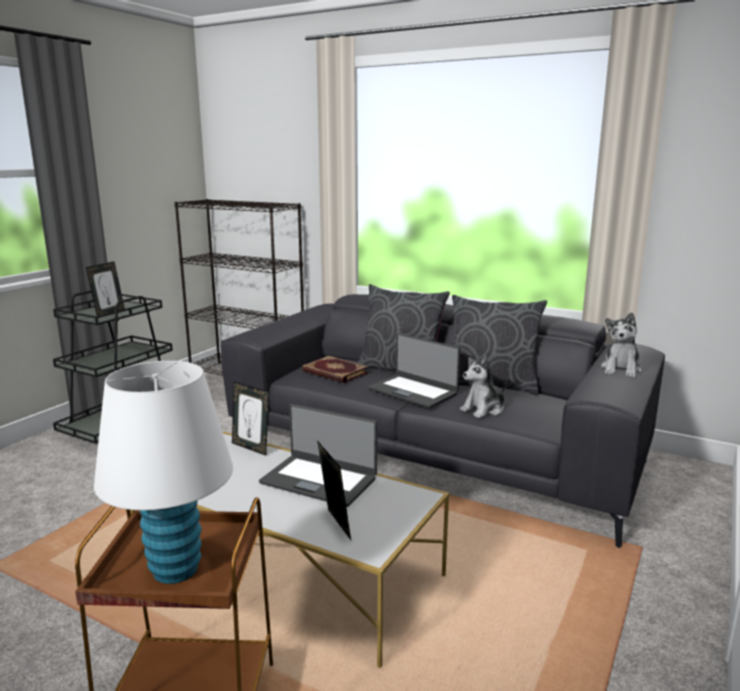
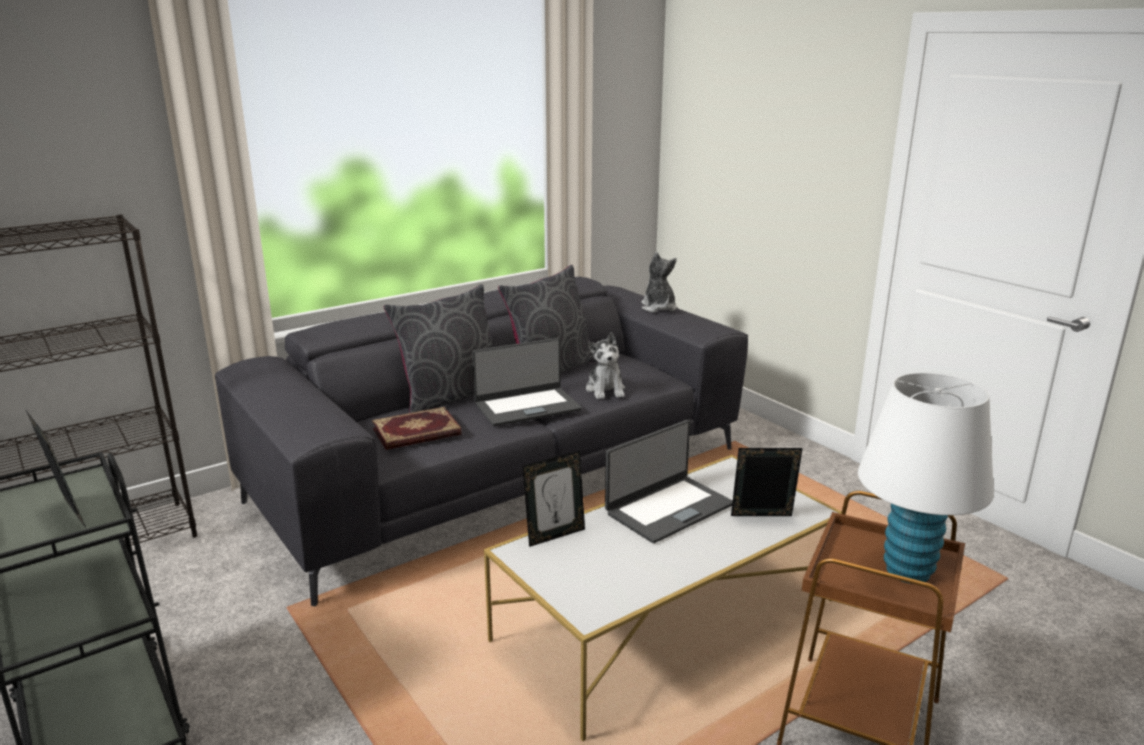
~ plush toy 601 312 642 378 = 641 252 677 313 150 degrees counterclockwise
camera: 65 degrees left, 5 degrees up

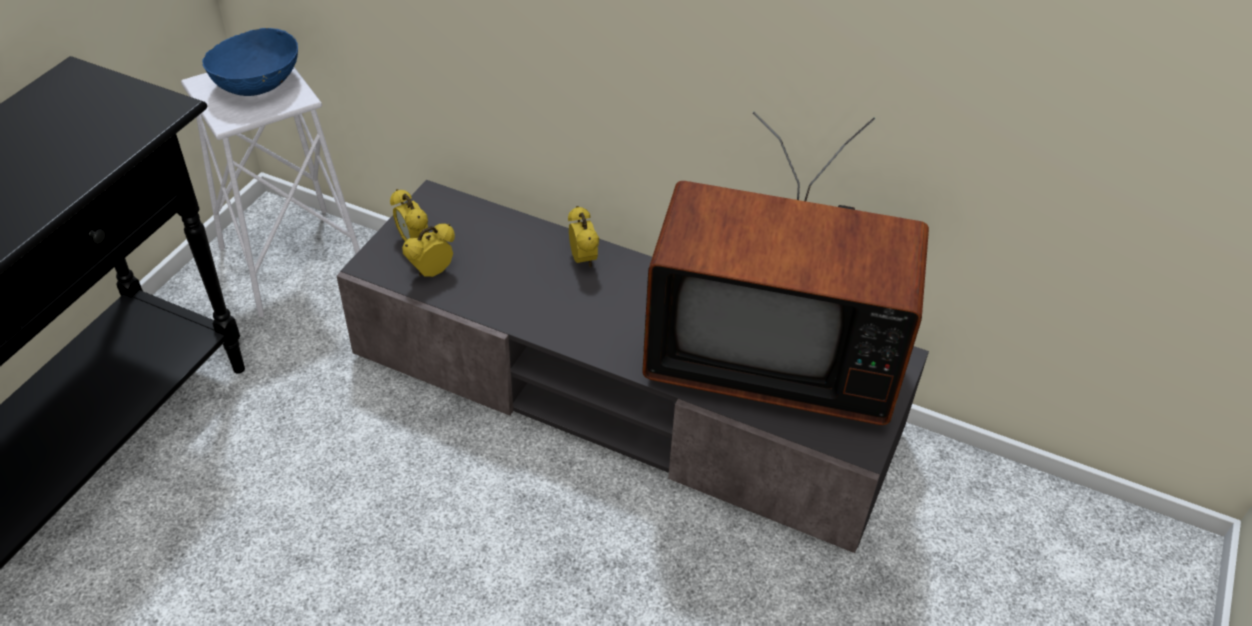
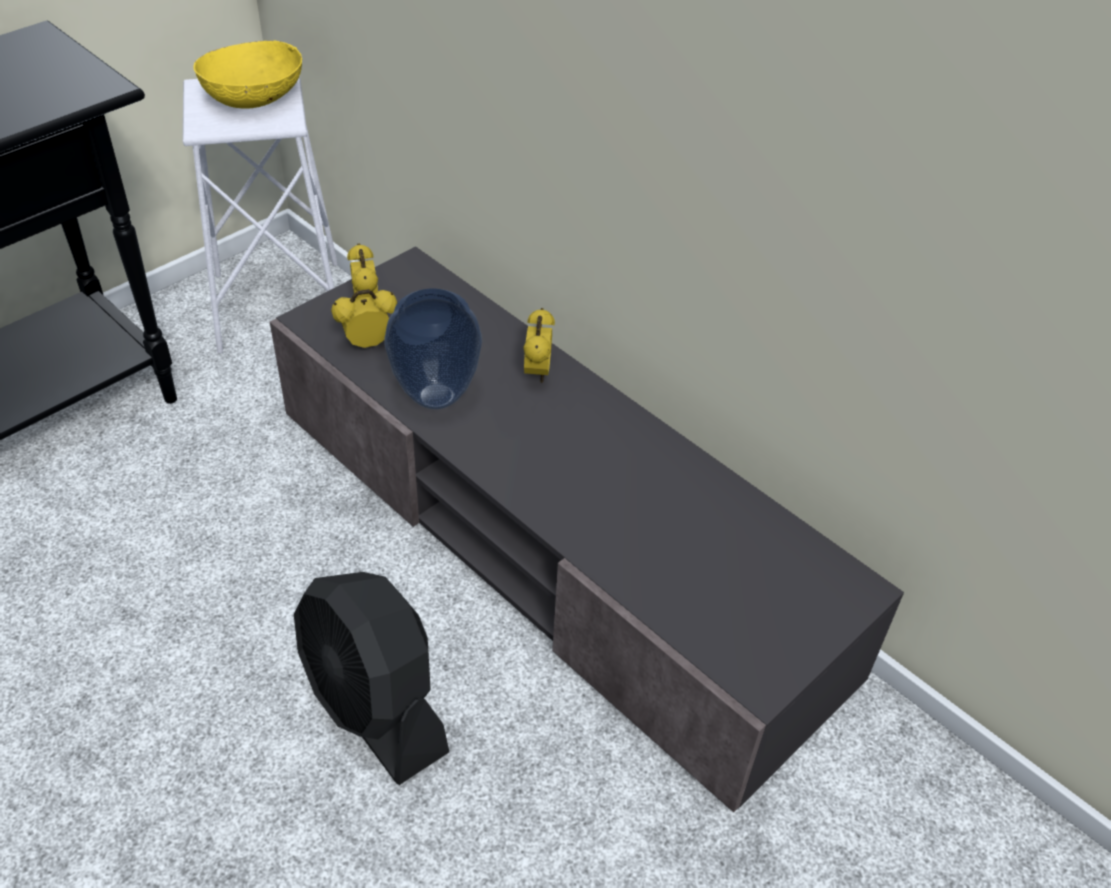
~ blue bowl 202 28 298 96 to yellowish bowl 193 40 302 109
- TV set 642 112 929 425
+ decorative vase 384 288 482 410
+ black-coloured cooling fan 294 572 449 785
camera: 20 degrees right, 0 degrees up

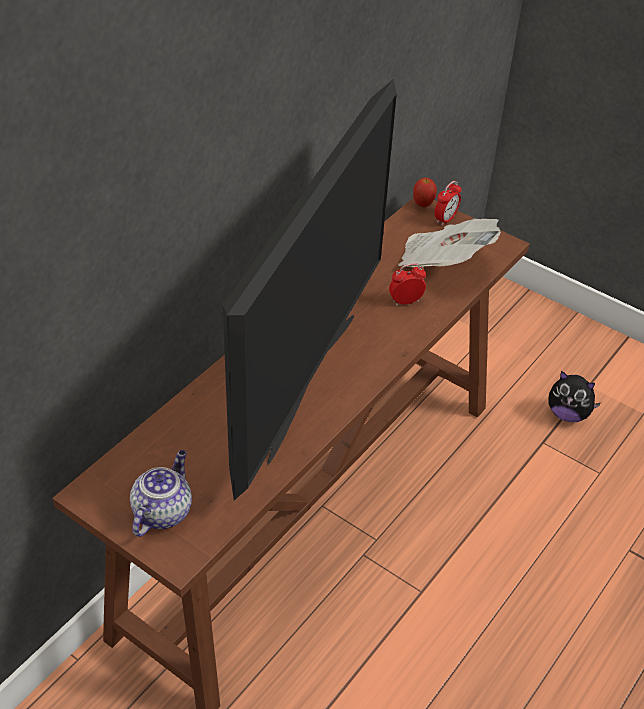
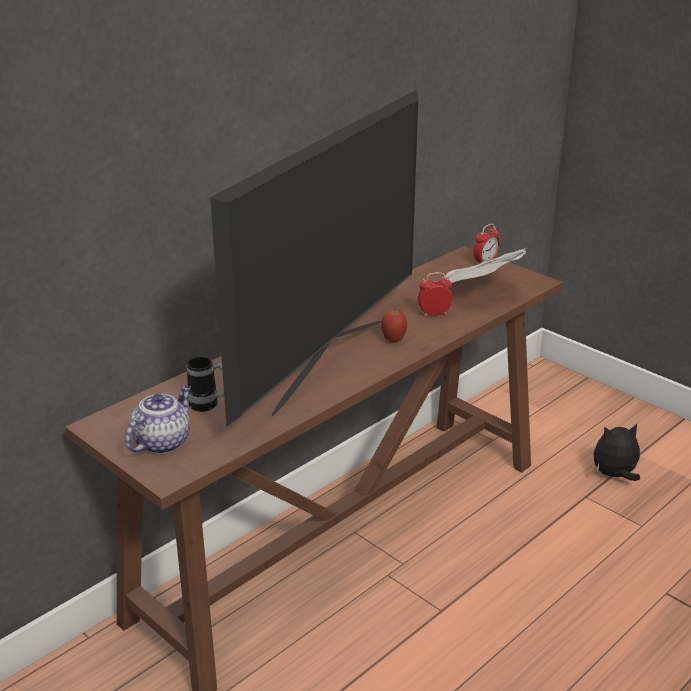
~ whole apple 413 177 437 207 to 381 309 407 343
~ plush toy 549 371 601 422 = 593 424 640 481 135 degrees clockwise
+ mug 186 356 224 412
camera: 10 degrees right, 15 degrees down

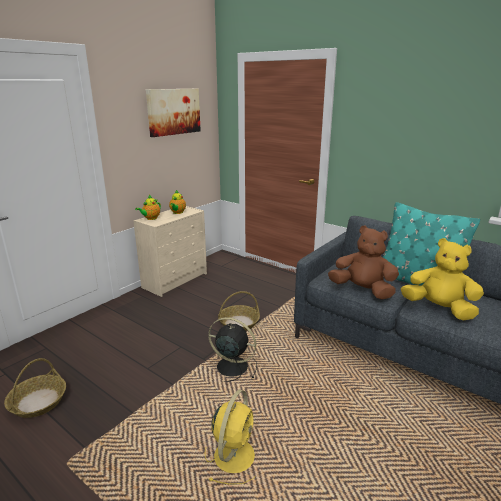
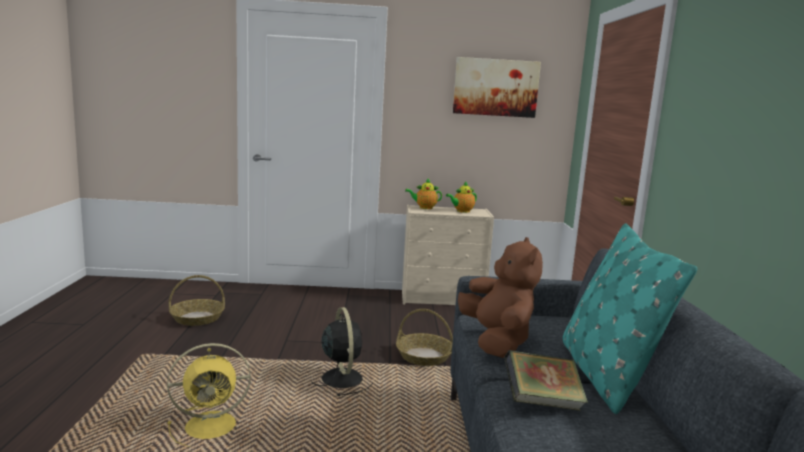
~ yellowish plush toy 401 238 484 321 to book 504 350 588 411
camera: 50 degrees right, 10 degrees down

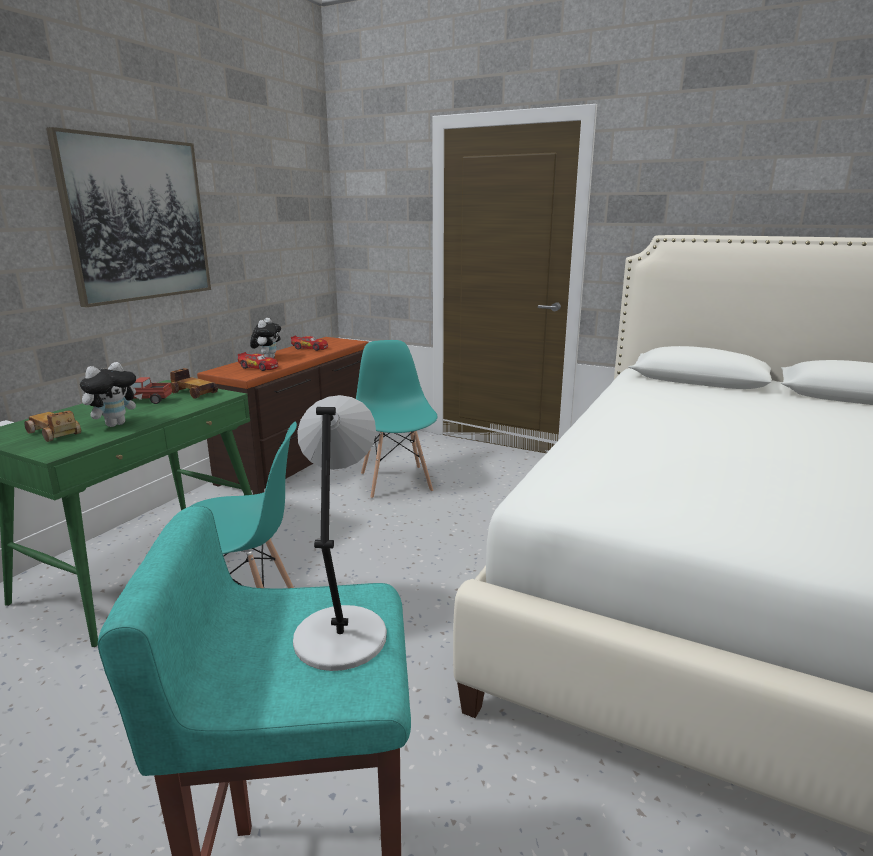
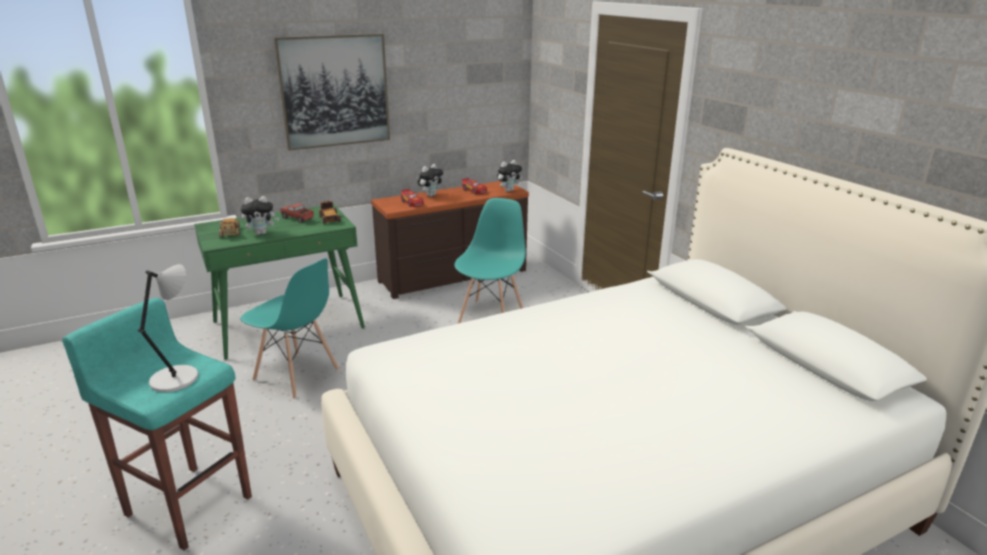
+ plush toy 497 160 522 192
camera: 35 degrees right, 5 degrees up

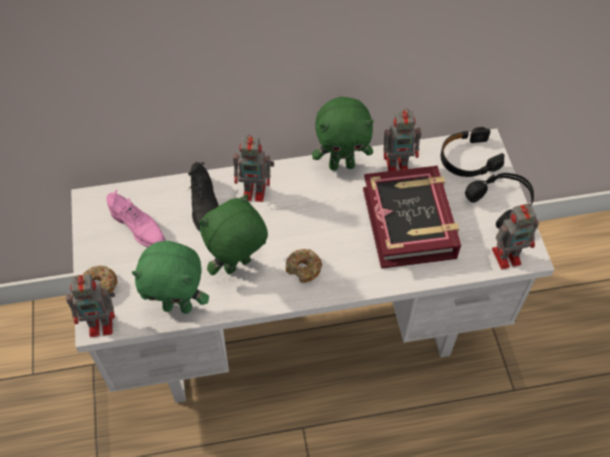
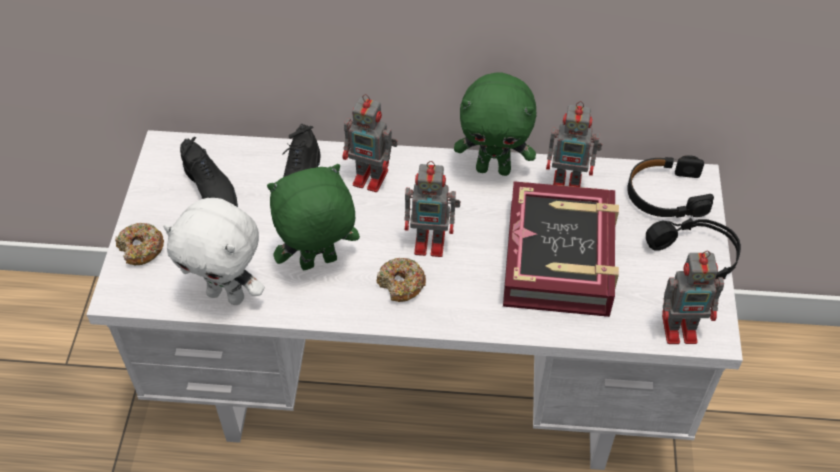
~ pinkish low shoe 107 190 166 247 to black-coloured low shoe 180 137 238 207
~ green plush toy 132 241 209 314 to whitish plush toy 163 198 265 305
~ model robot 66 274 115 337 to 404 161 460 257
camera: 15 degrees right, 5 degrees down

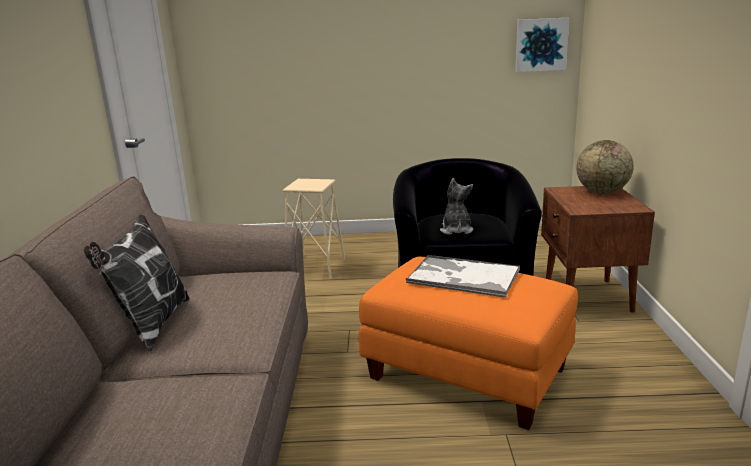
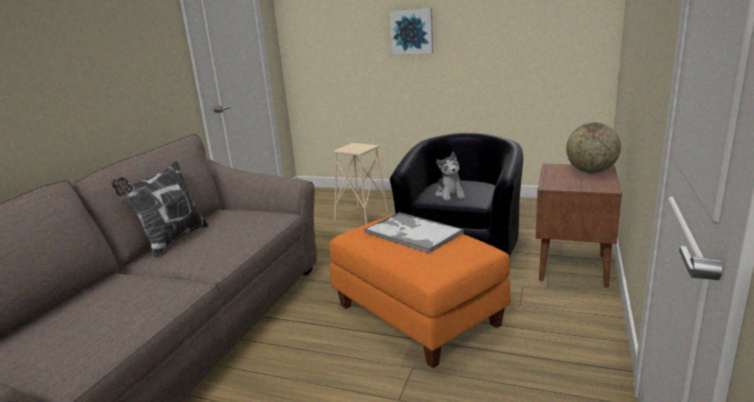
~ wall art 515 18 569 72 to 390 8 433 55
~ plush toy 440 178 473 235 = 436 152 465 201 150 degrees clockwise
camera: 20 degrees right, 0 degrees up

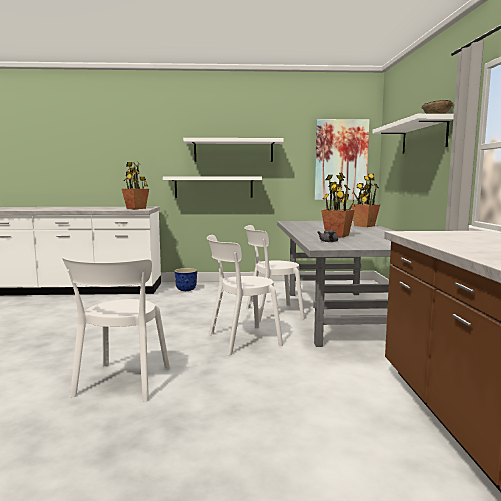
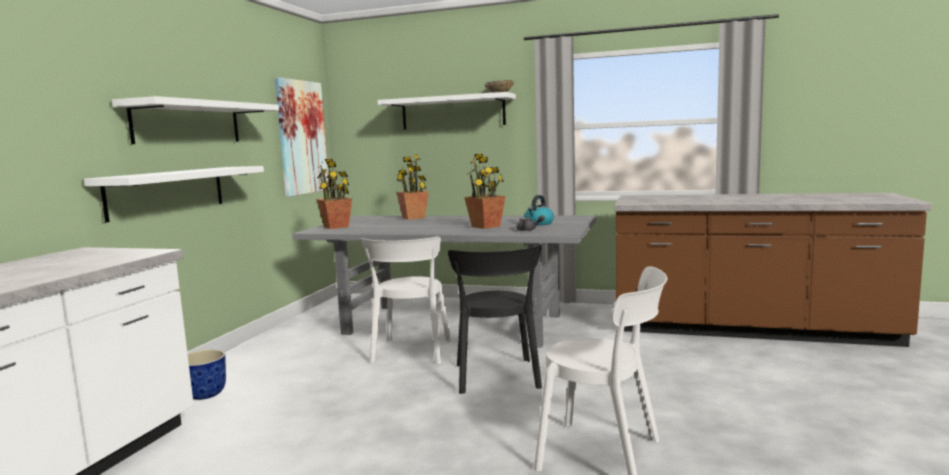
~ potted plant 122 161 149 209 to 316 159 352 229
~ whitish chair 207 235 283 355 to black-coloured chair 448 245 542 394
+ water kettle 524 195 554 225
camera: 70 degrees left, 0 degrees up

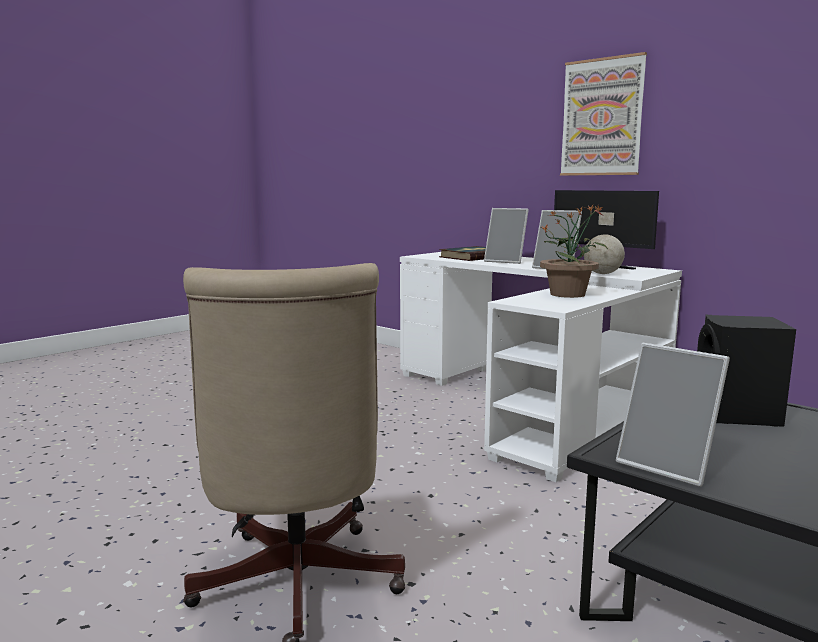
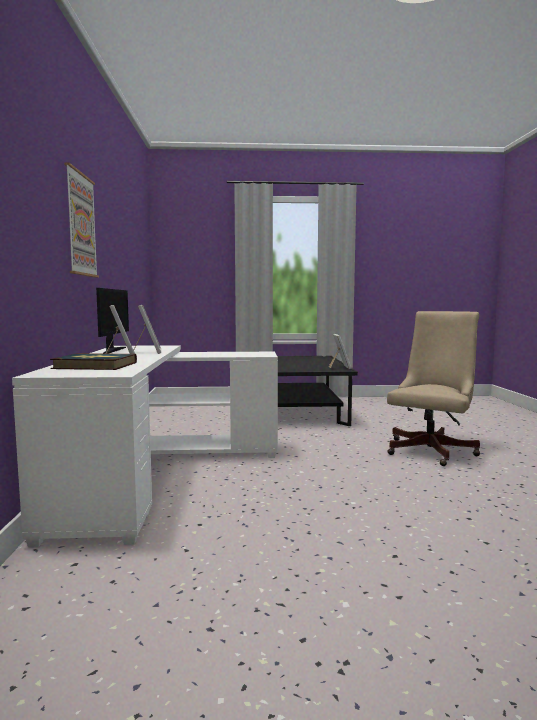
- potted plant 540 204 608 298
- globe 584 212 625 274
- black-coloured speaker 697 315 796 427
camera: 135 degrees left, 5 degrees down

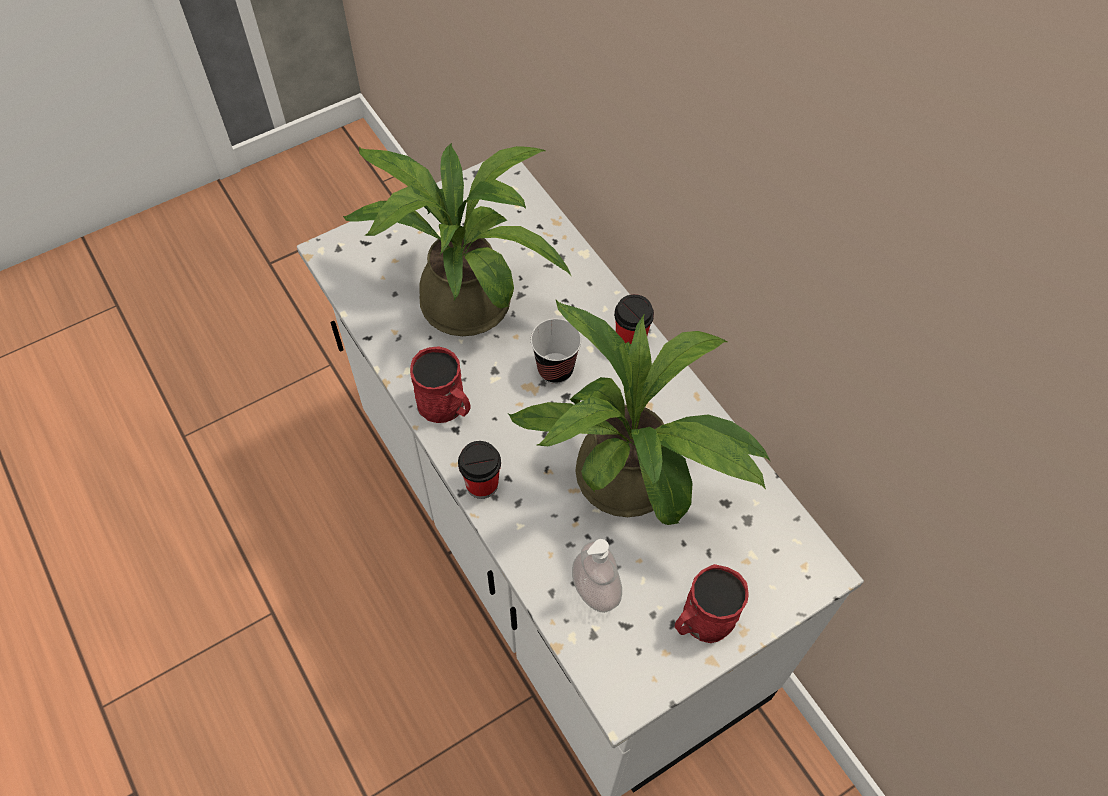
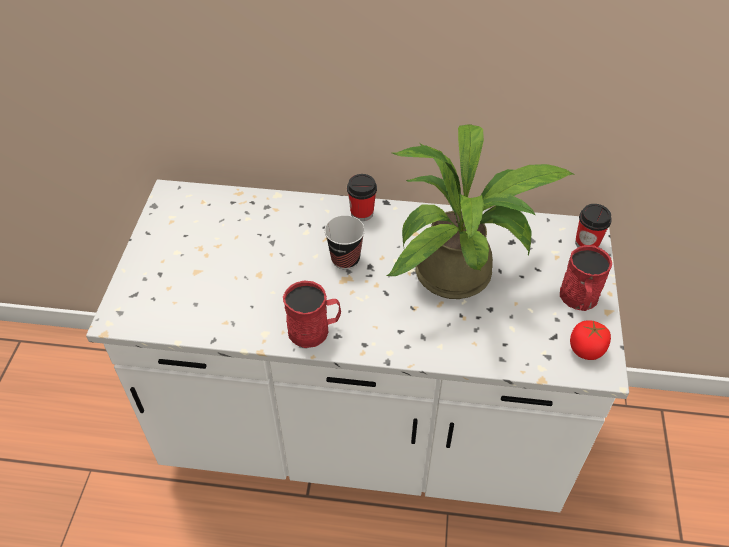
- potted plant 343 143 572 336
~ small cup 458 441 501 499 to 575 204 612 247
- liquid soap bottle 572 539 622 613
+ tomato 570 320 611 360
camera: 50 degrees left, 10 degrees down

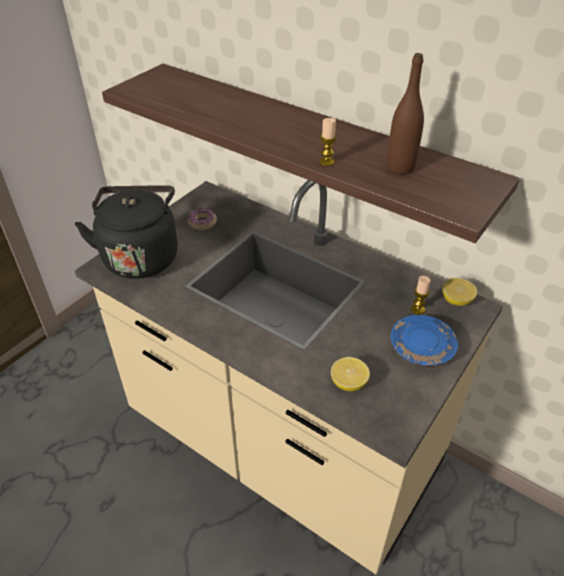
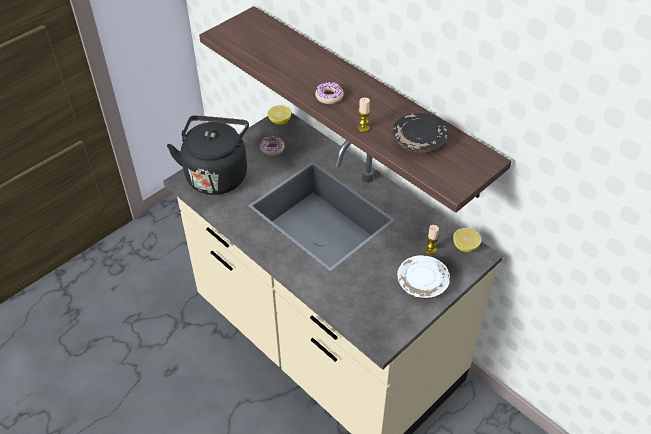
~ brownish bottle 387 53 424 175 to black-coloured flat dish 393 113 448 152
~ blue flat dish 391 315 458 367 to whitish flat dish 397 255 450 299
~ whole lemon 331 357 370 391 to 267 105 291 125
+ donut 315 82 344 104
camera: 10 degrees right, 5 degrees up

